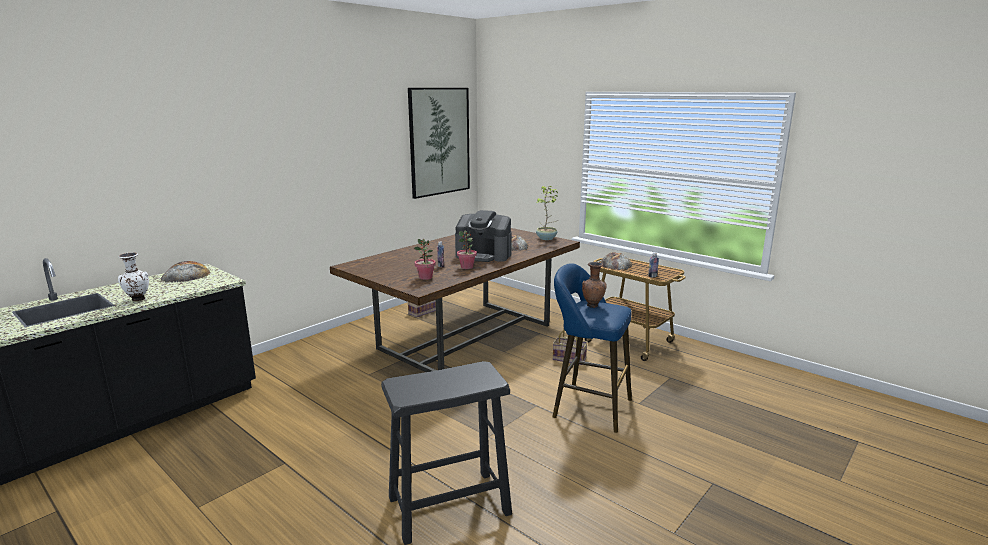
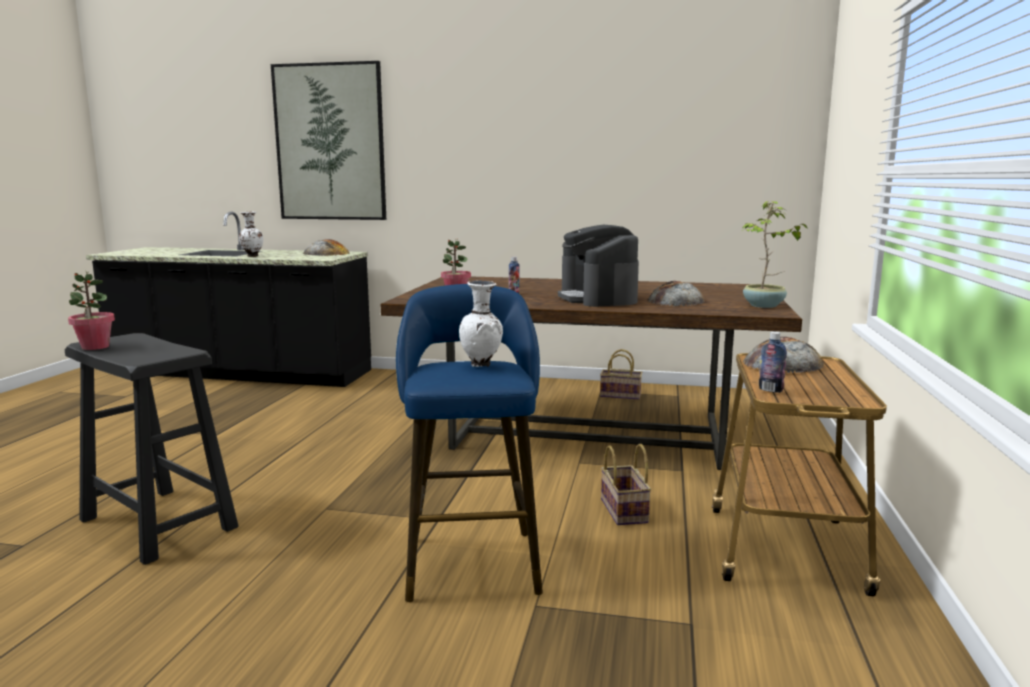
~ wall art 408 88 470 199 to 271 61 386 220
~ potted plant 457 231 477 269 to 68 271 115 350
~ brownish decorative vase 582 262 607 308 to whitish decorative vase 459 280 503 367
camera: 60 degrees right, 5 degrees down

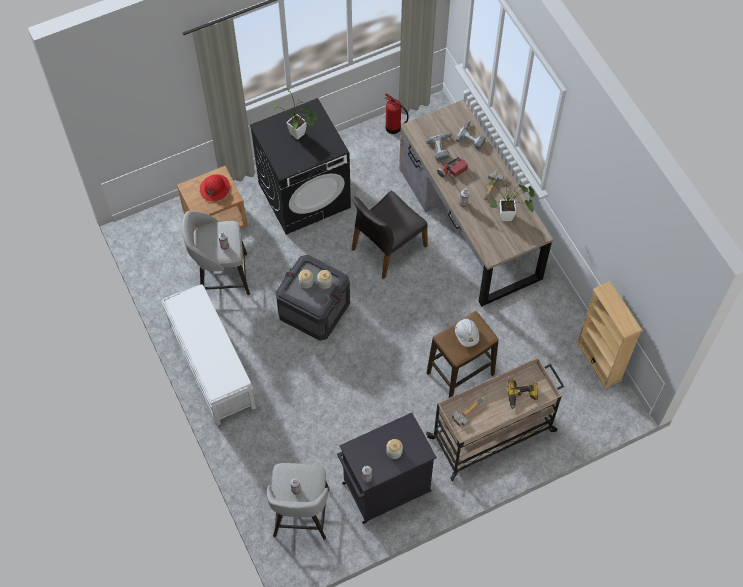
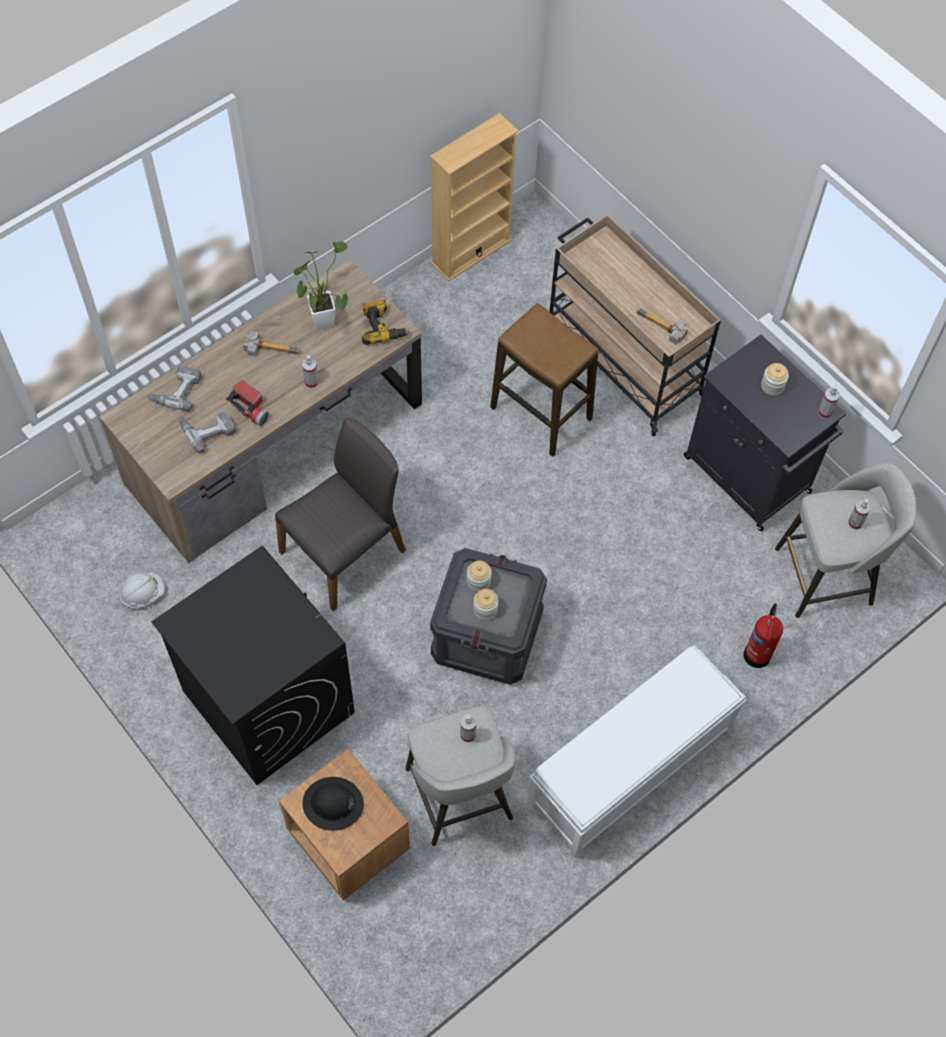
- potted plant 274 88 317 140
~ extinguisher 385 94 409 134 to 744 603 783 668
~ red-coloured hard hat 200 174 230 201 to black-coloured hard hat 303 777 364 831
~ gray chair 352 191 428 279 = 275 418 406 611 75 degrees counterclockwise
~ whitish hard hat 455 319 479 347 to 119 572 165 608
~ electric drill 507 379 538 409 to 362 300 410 345
camera: 105 degrees left, 0 degrees up

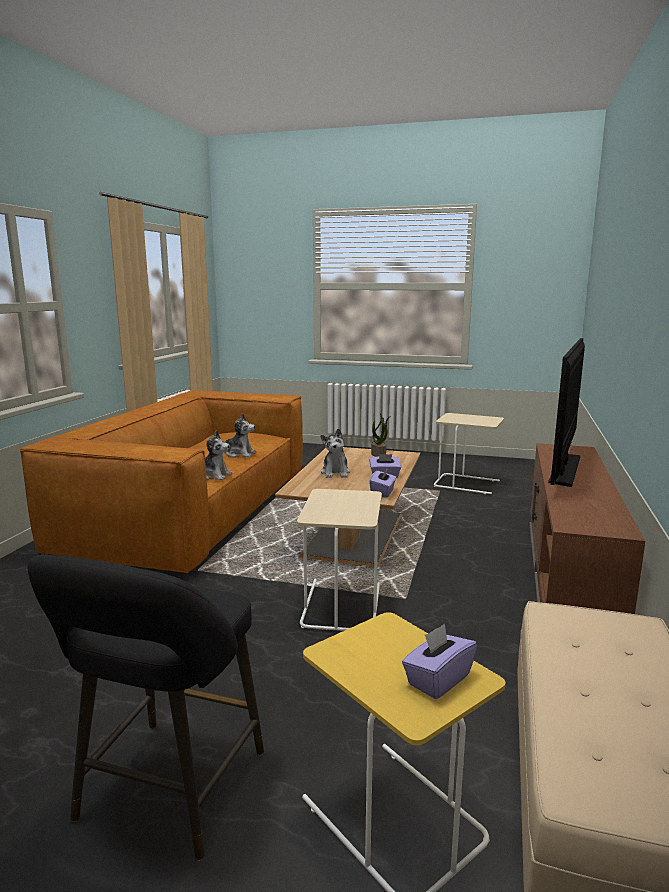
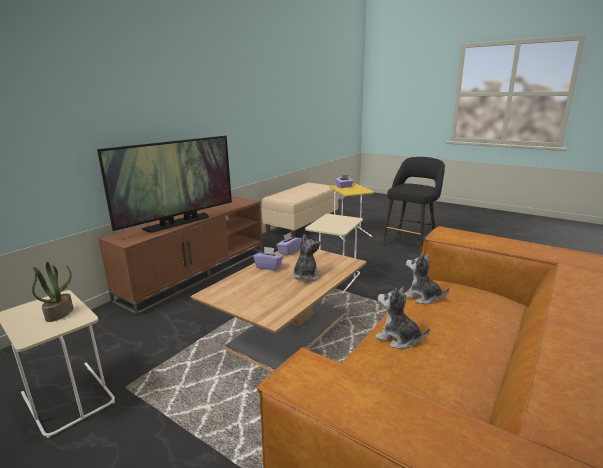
~ potted plant 371 413 390 457 to 32 262 73 322
camera: 160 degrees left, 5 degrees up

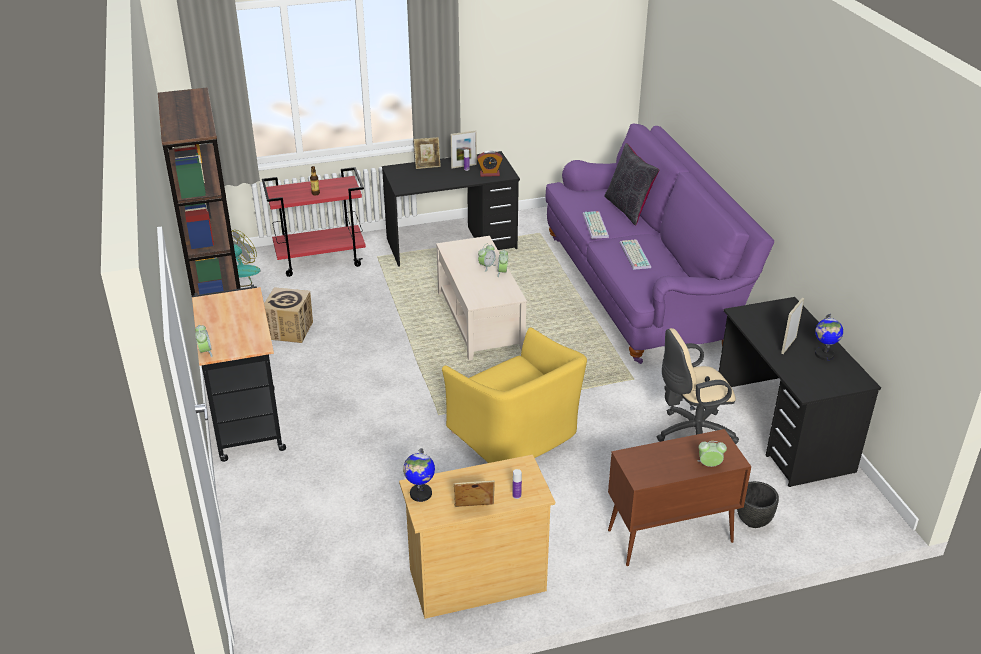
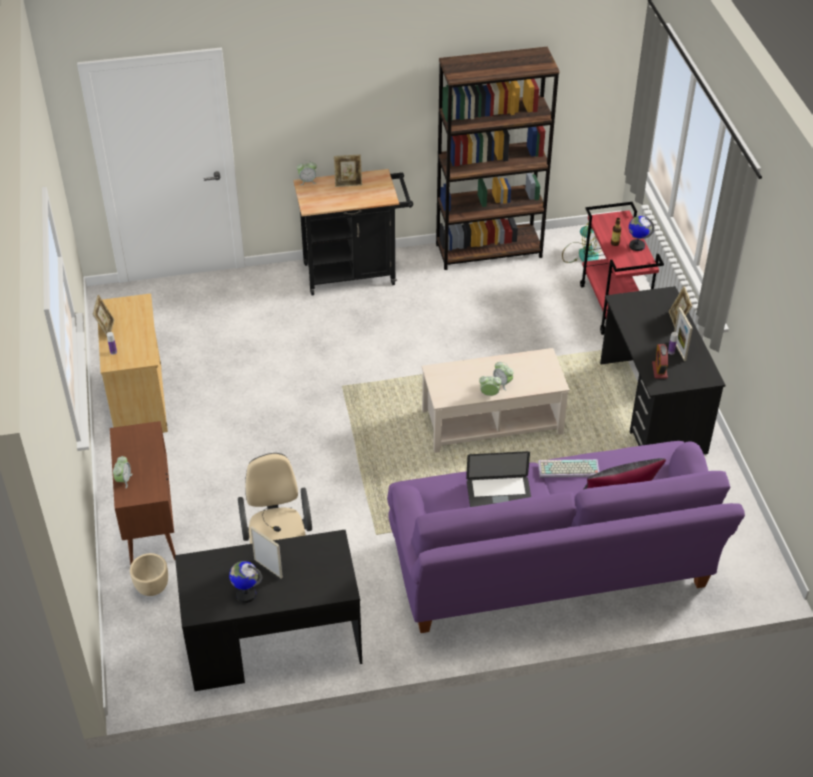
~ PC keyboard 620 239 651 270 to laptop 466 451 531 507
- cardboard box 264 287 313 343
- yellowish lounge chair 442 328 587 463
~ globe 403 448 435 502 to 629 216 655 251
~ black-coloured plant pot 737 481 779 528 to beige-coloured plant pot 130 553 168 596
+ photo frame 334 155 362 187
camera: 95 degrees right, 10 degrees up

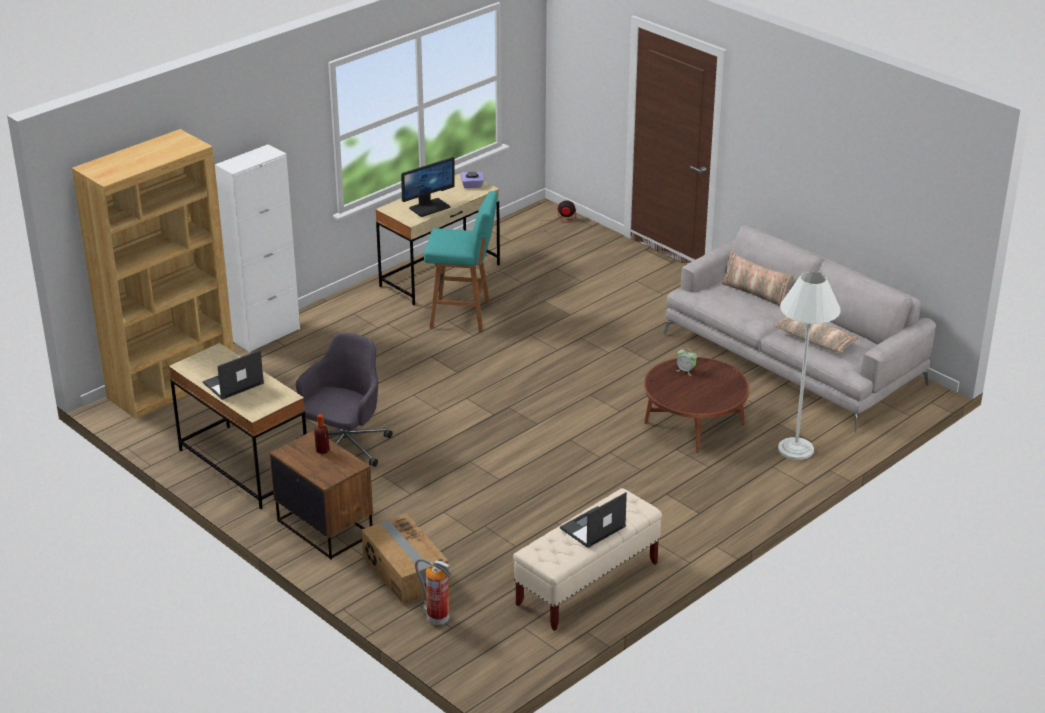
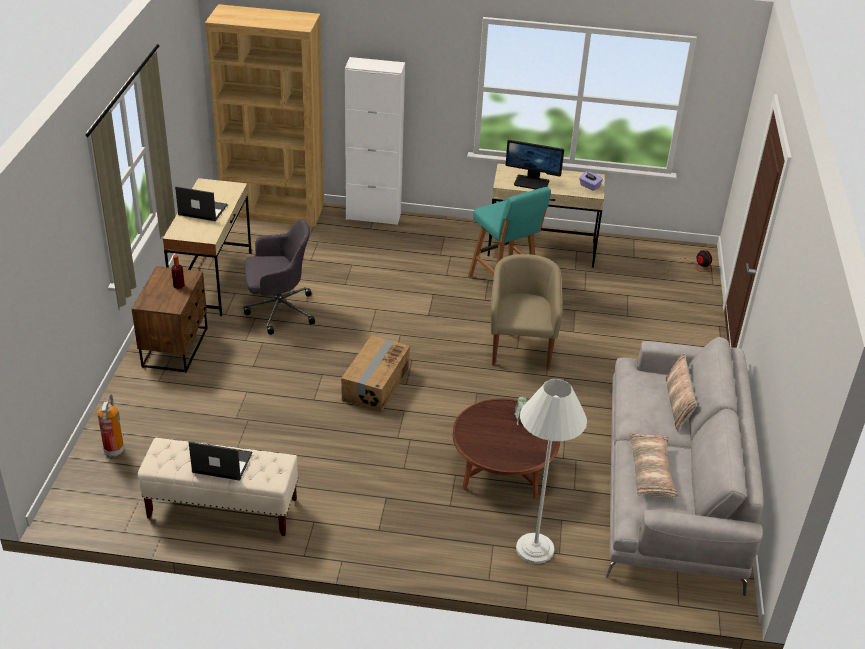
~ cardboard box 362 514 449 605 to 341 336 410 413
+ beige-coloured lounge chair 491 254 563 369
camera: 50 degrees right, 5 degrees up

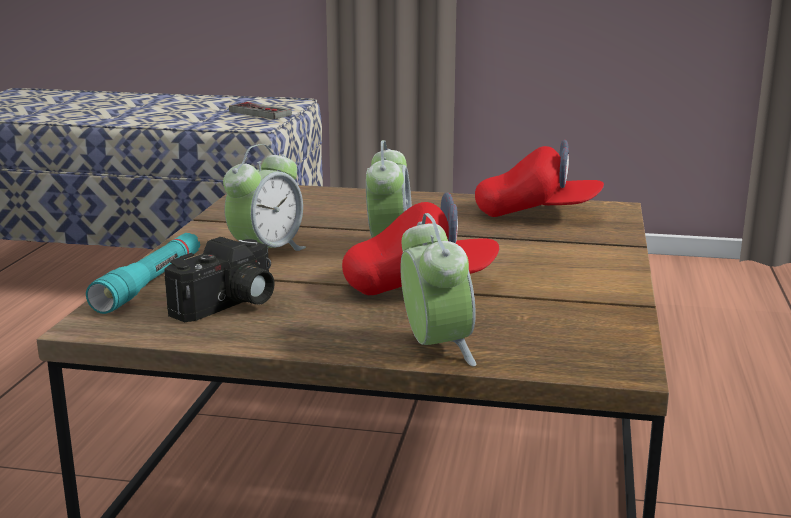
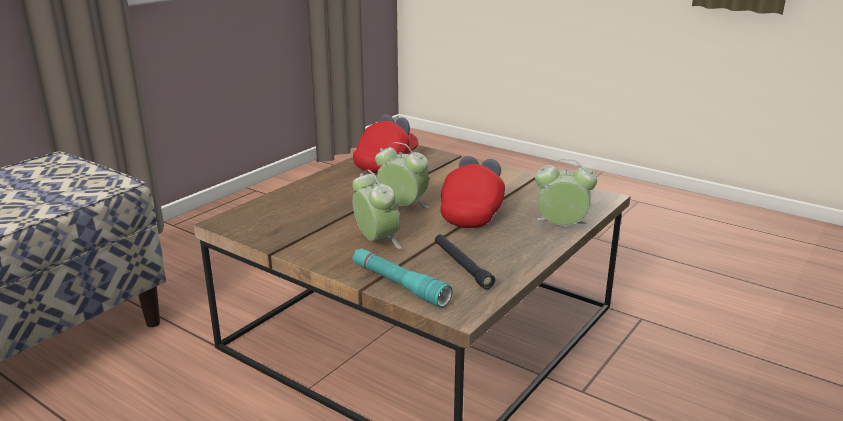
- joypad 229 102 292 119
~ photo camera 164 237 275 322 to black-coloured torch 435 234 495 289
camera: 65 degrees left, 5 degrees up

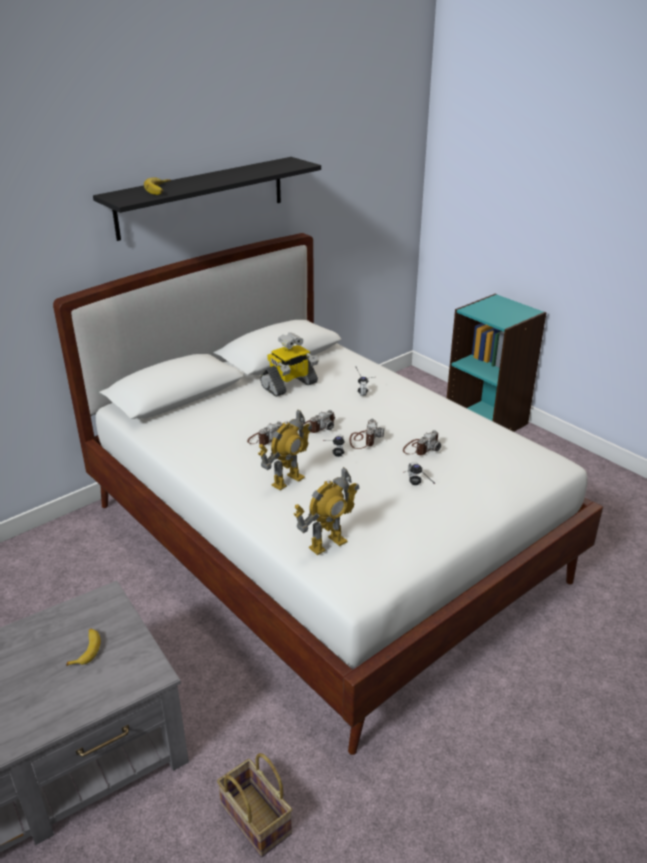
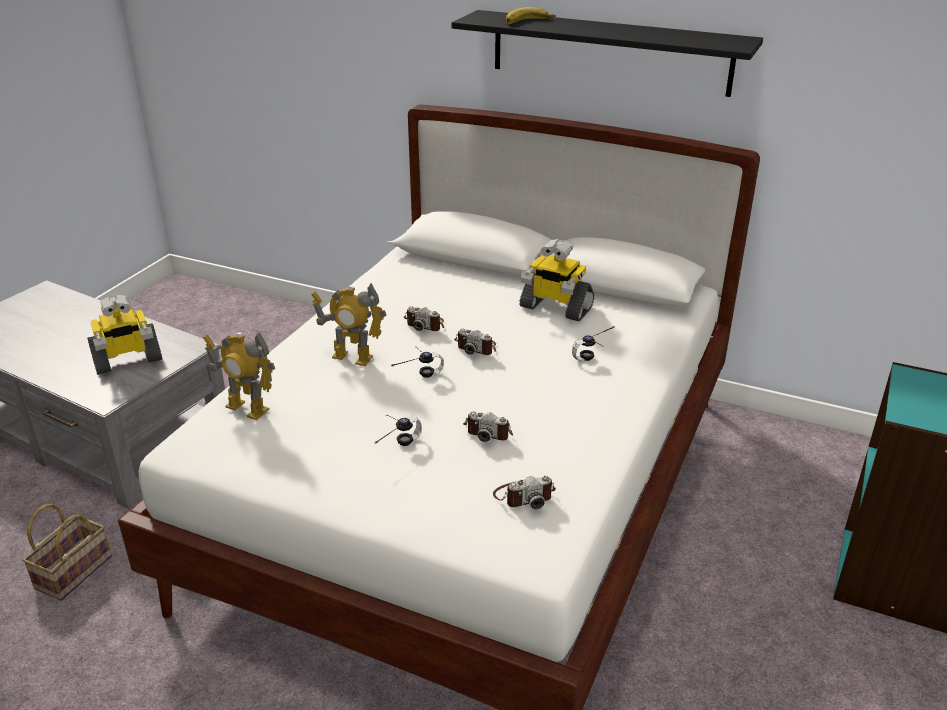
~ photo camera 350 419 384 449 to 493 476 556 509
~ whole banana 66 628 101 666 to model robot 87 295 162 375
camera: 65 degrees right, 0 degrees up

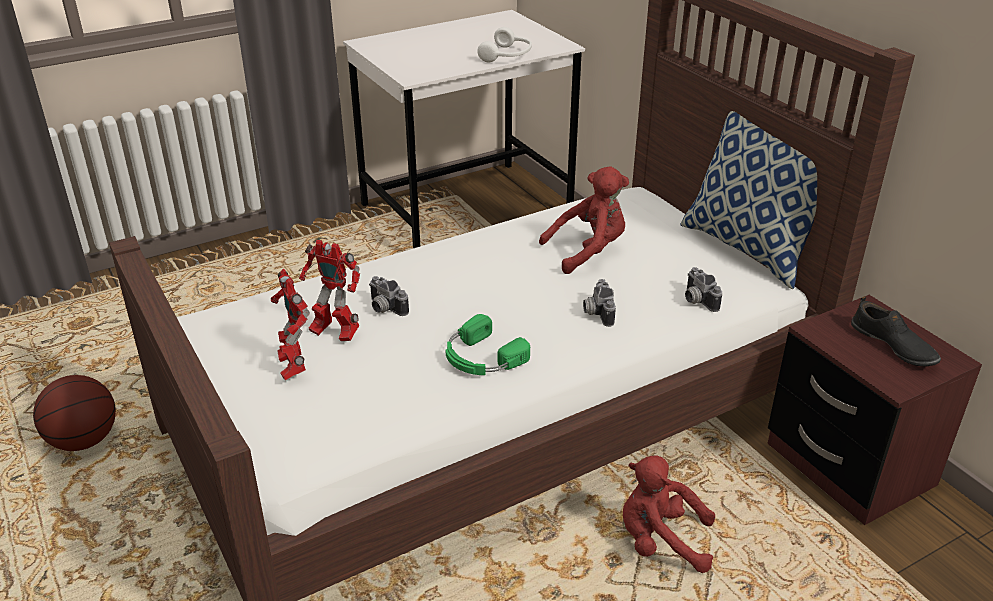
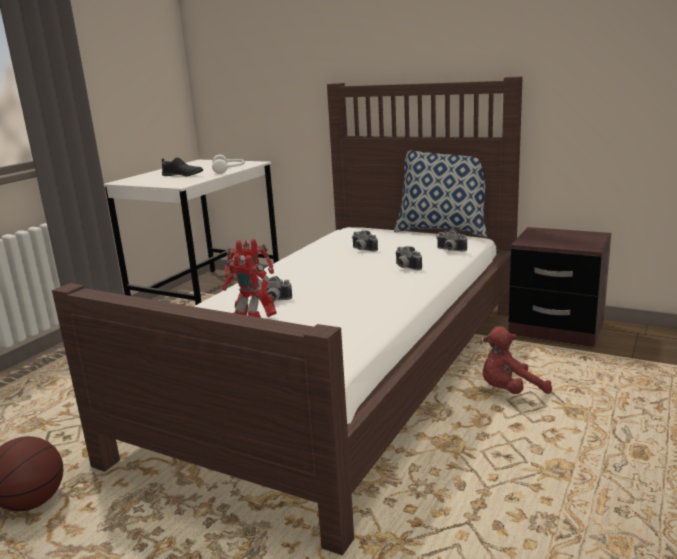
~ red-coloured plush toy 539 166 629 274 to photo camera 353 230 378 252
~ black-coloured low shoe 851 296 941 366 to 162 158 203 176
- green headset 446 314 530 375
camera: 30 degrees left, 15 degrees down

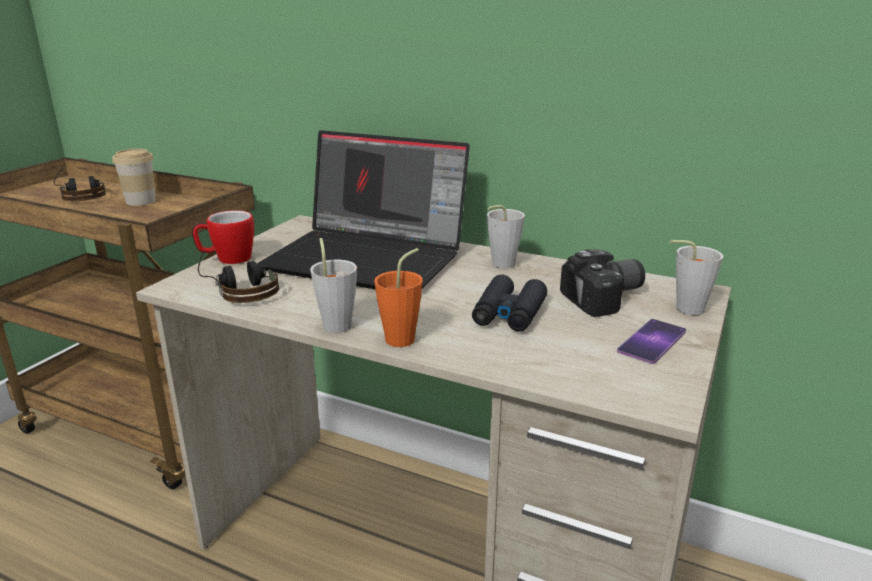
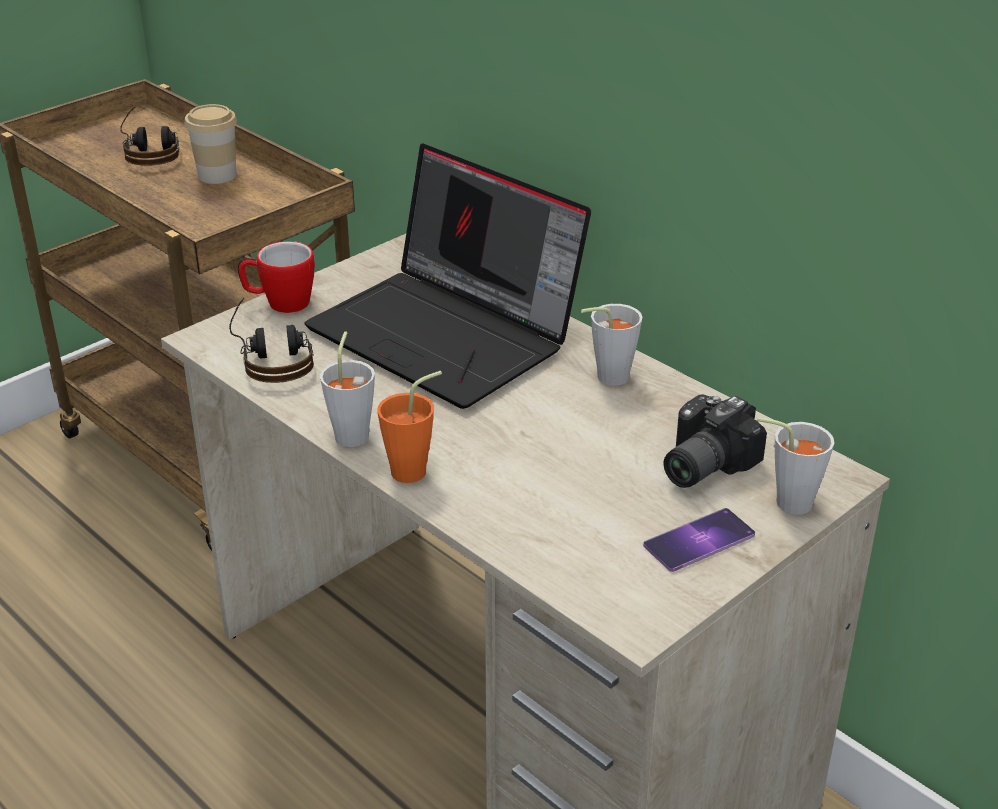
~ photo camera 560 249 645 317 = 664 394 767 488 135 degrees clockwise
- black-coloured field glasses 472 275 547 332
camera: 20 degrees right, 10 degrees up

